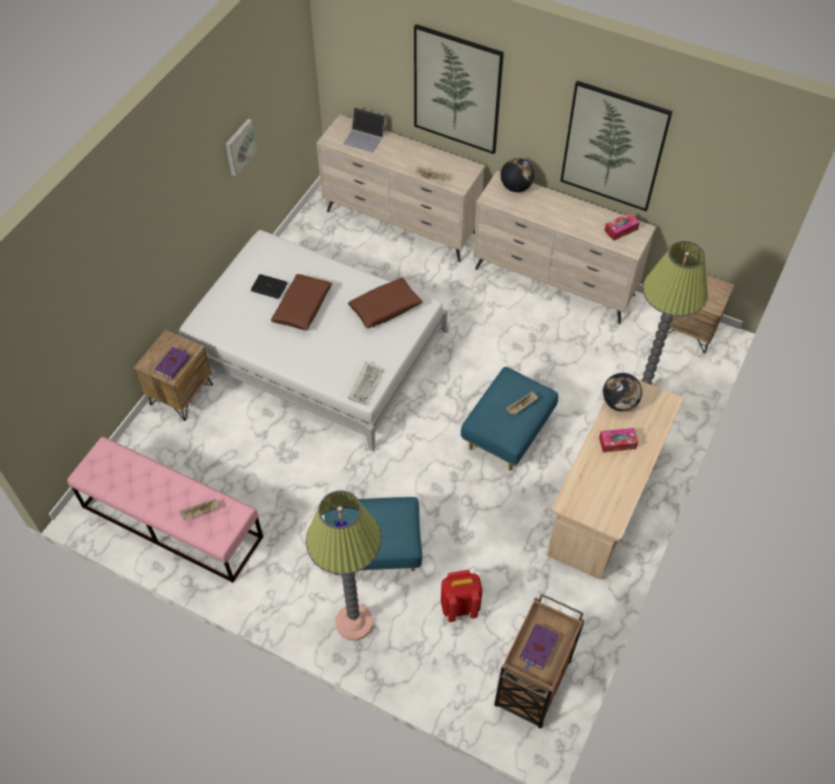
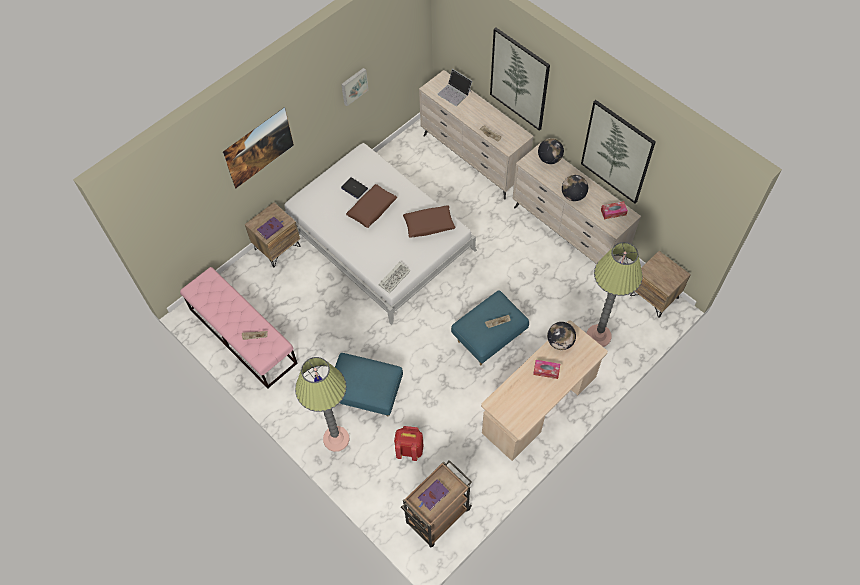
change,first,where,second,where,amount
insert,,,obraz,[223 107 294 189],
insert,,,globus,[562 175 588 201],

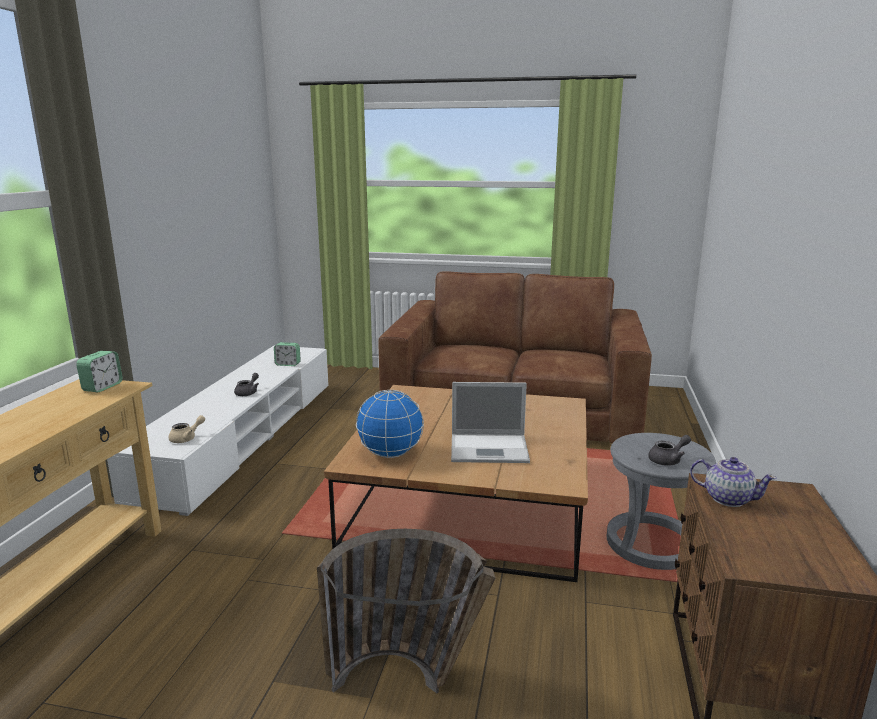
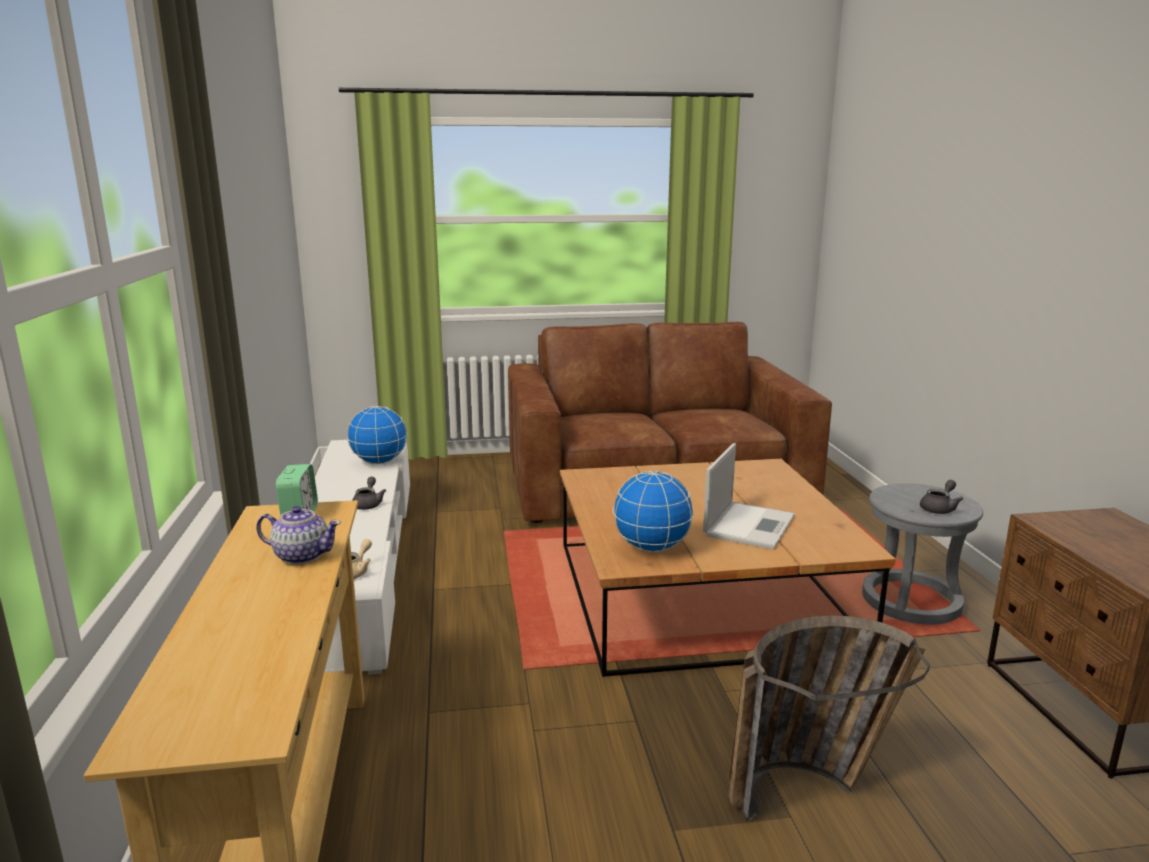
change,first,where,second,where,amount
replace,budzik,[274 342 301 366],globus,[347 406 407 464],
rotate,laptop,[451 382 530 463],,[703 443 795 550],45 degrees counterclockwise
move,imbryk,[690 457 777 507],,[256 506 341 565],

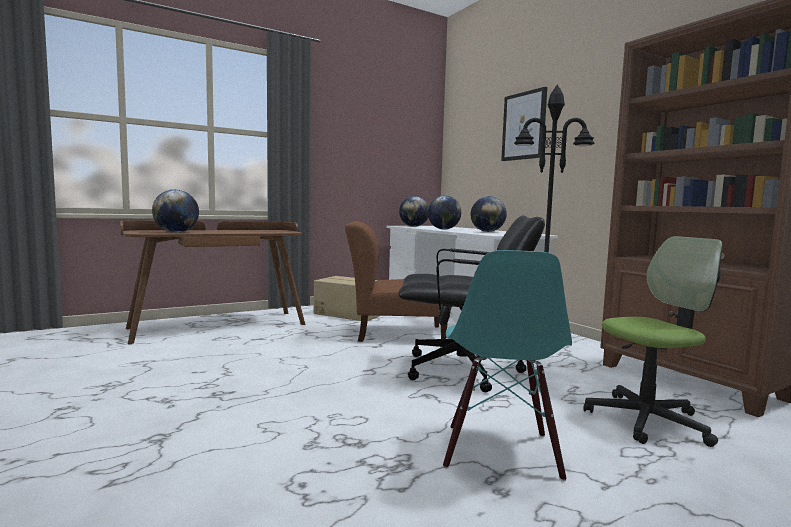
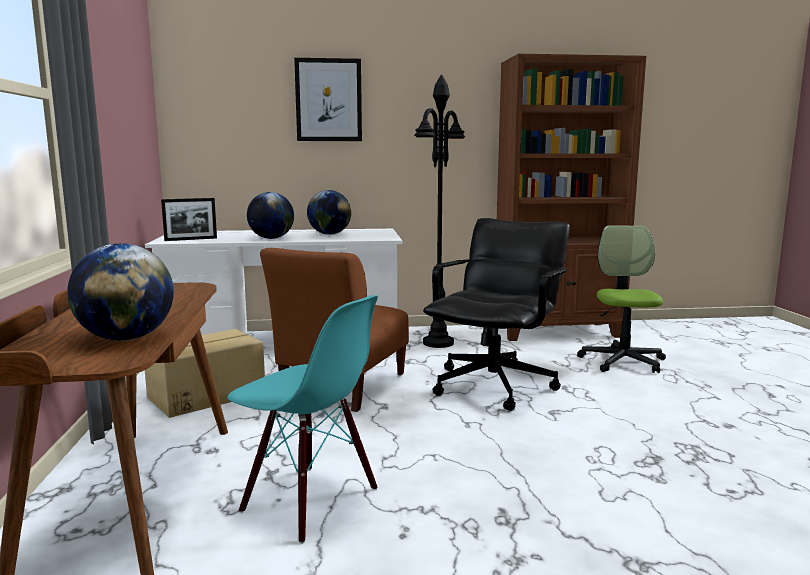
change,first,where,second,where,amount
replace,globus,[399 196 429 227],ramka na zdjęcie,[161 198 217 241],
move,krzesło [turkusowy],[443 250 572 481],,[227 295 378 544],

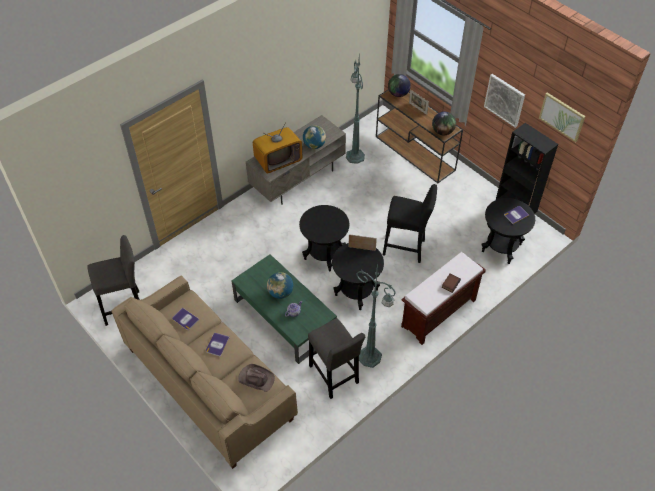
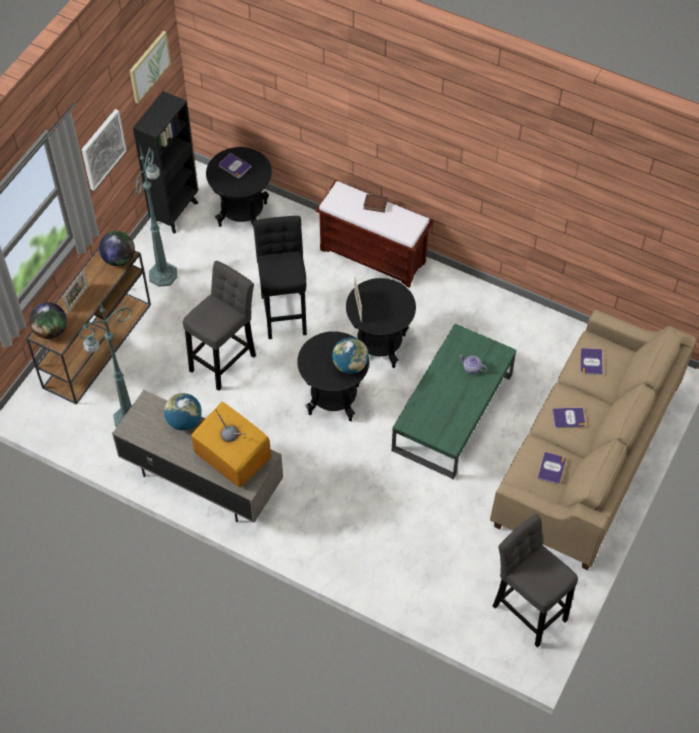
change,first,where,second,where,amount
move,lampa stojąca [zielony],[356 263 396 368],,[135 146 177 286],
move,globus,[267 272 293 299],,[332 337 369 374],
move,stołek [szary],[308 318 365 399],,[183 261 256 391],
replace,kapelusz [brązowy],[238 364 275 392],książka,[580 348 603 375],

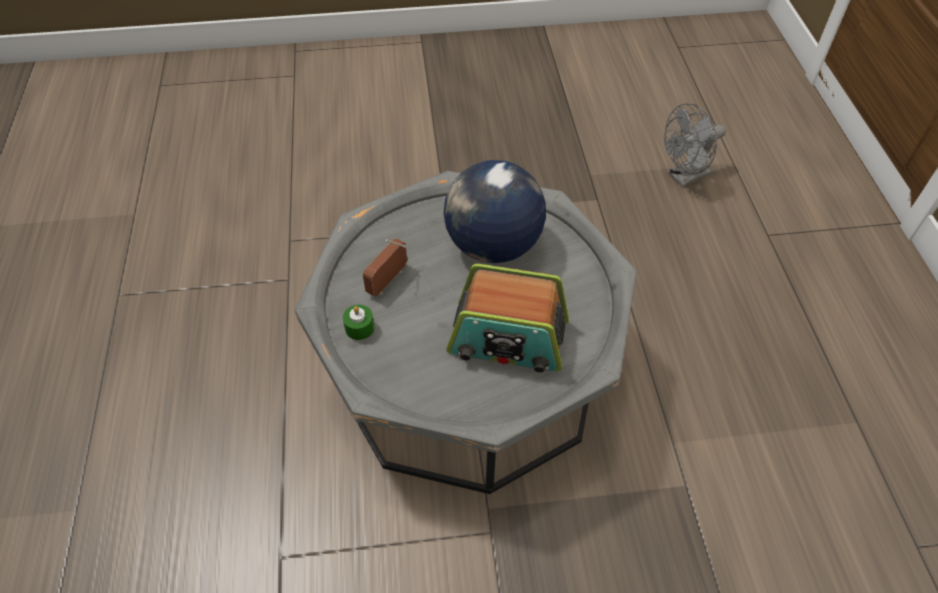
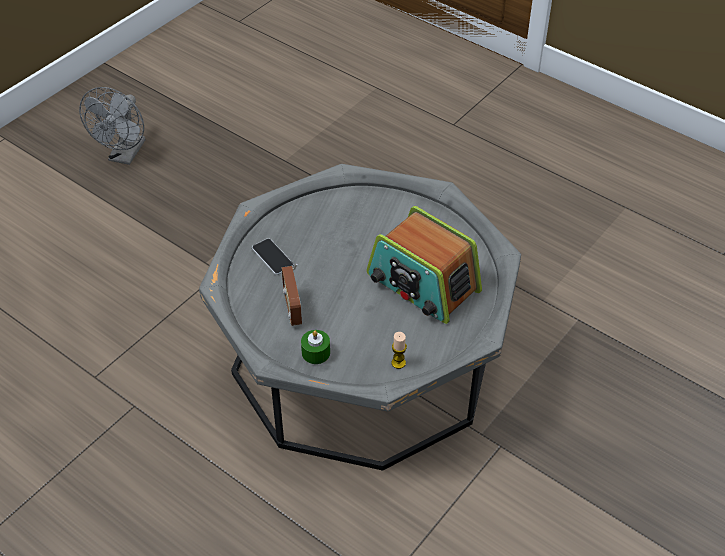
change,first,where,second,where,amount
move,wentylator [szary],[664 103 726 187],,[79 87 145 165],
delete,globus,[444 160 546 263],,,
rotate,radio,[446 264 569 373],,[366 206 482 324],75 degrees clockwise
insert,,,telefon,[252 238 294 275],
insert,,,świeca,[391 332 407 369],

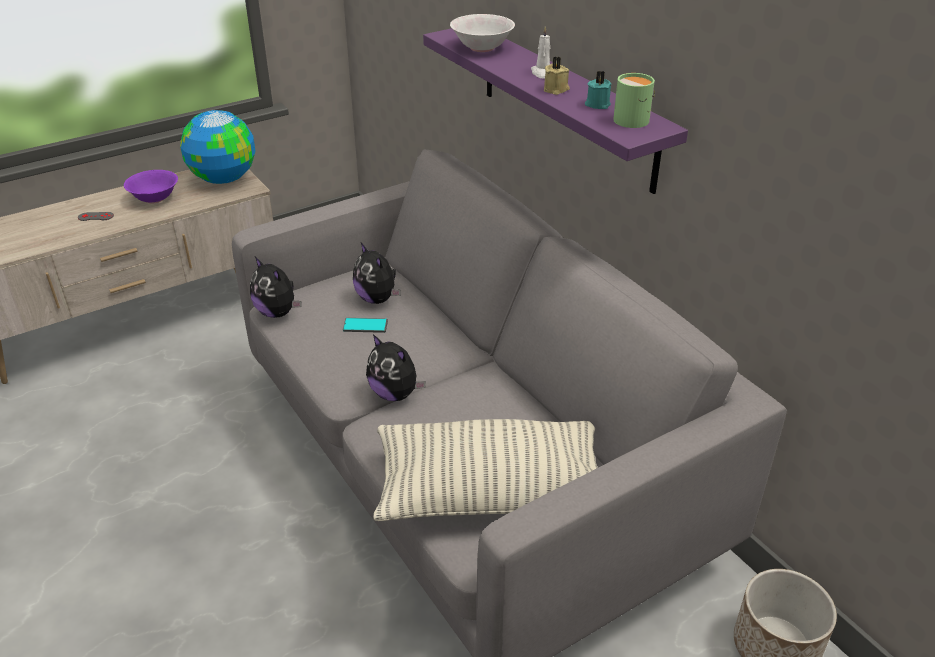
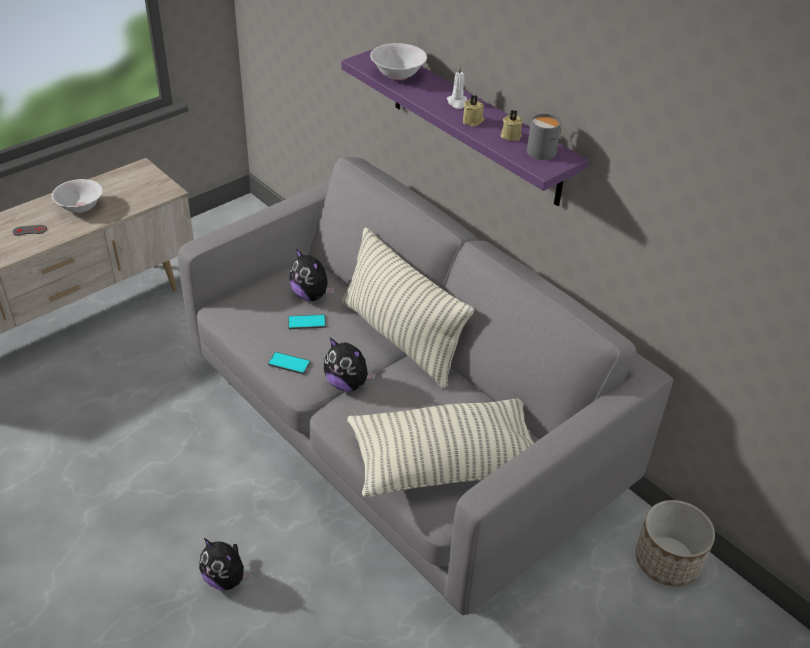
change,first,where,second,where,amount
recolor,świeca [turkusowy],[585 71 611 109],świeca [beżowy],[500 109 522 141],
recolor,kubek [zielony],[613 73 655 128],kubek [szary],[527 113 561 160],
delete,globus,[180 110 256 184],,,
recolor,miska [fioletowy],[124 170 178 203],miska [biały],[52 179 103 213],
move,pluszak,[250 257 302 318],,[199 538 252 590],
insert,,,poduszka,[342 227 474 388],
insert,,,telefon,[268 352 311 374],

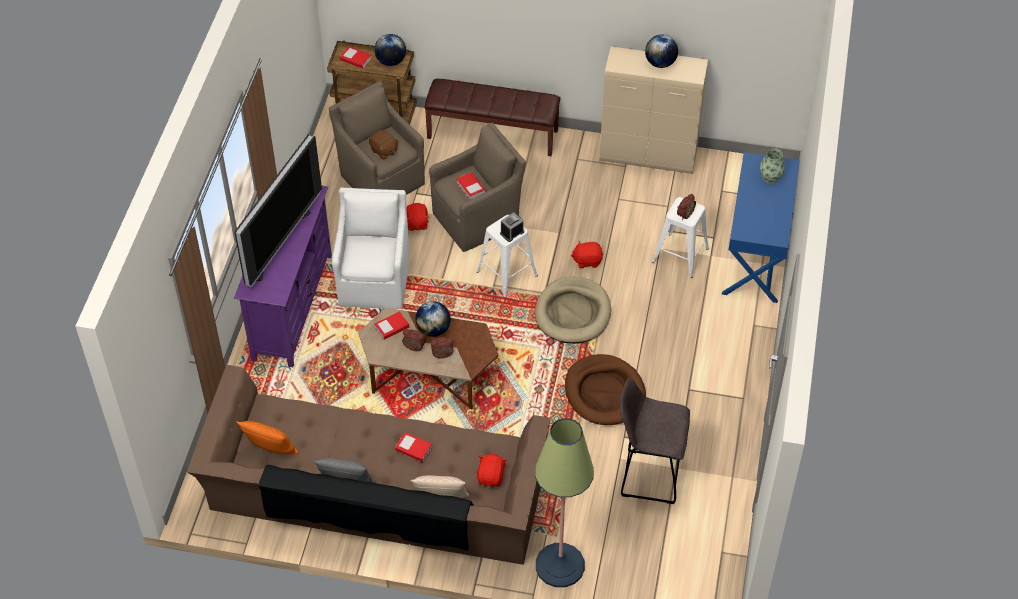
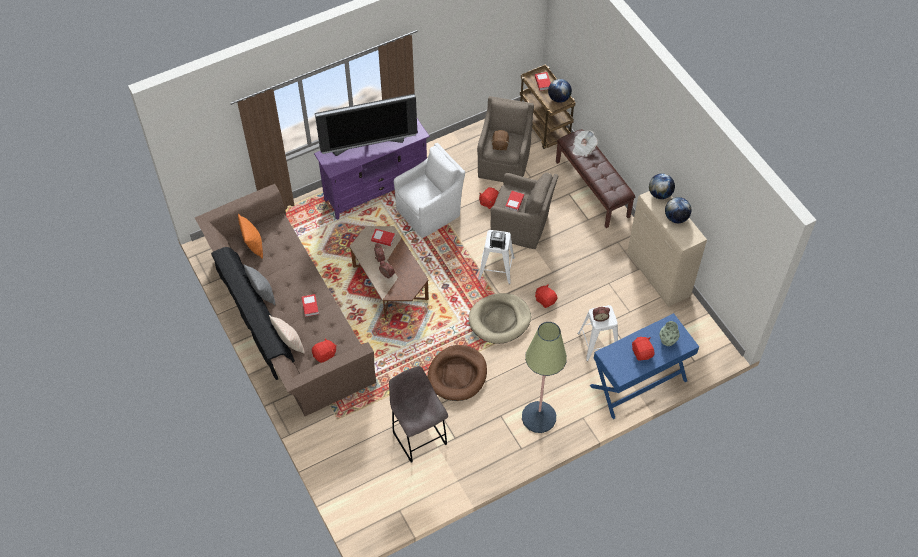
change,first,where,second,where,amount
move,globus,[415 301 451 337],,[649 173 675 199],
move,lampa stojąca,[535 418 594 587],,[522 322 567 433],
insert,,,gazeta,[573 130 598 157],
insert,,,pluszak [czerwony],[632 337 654 361],

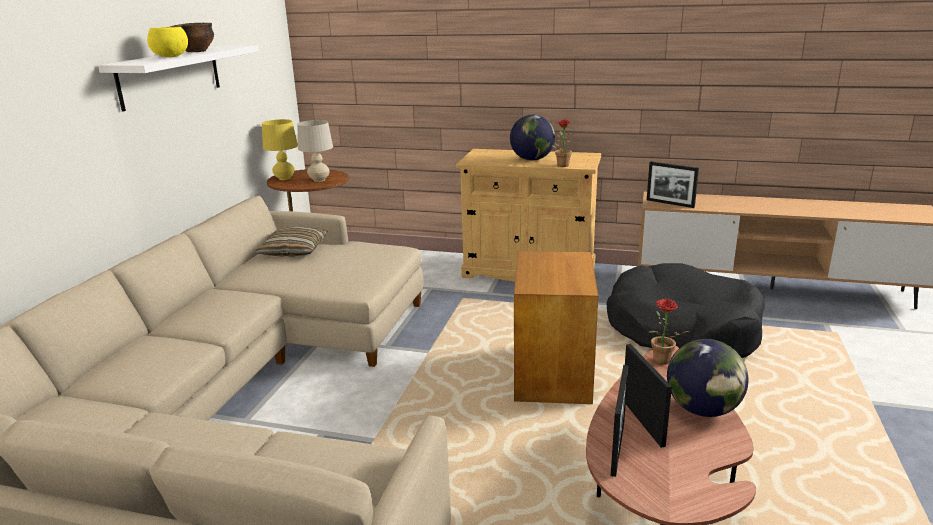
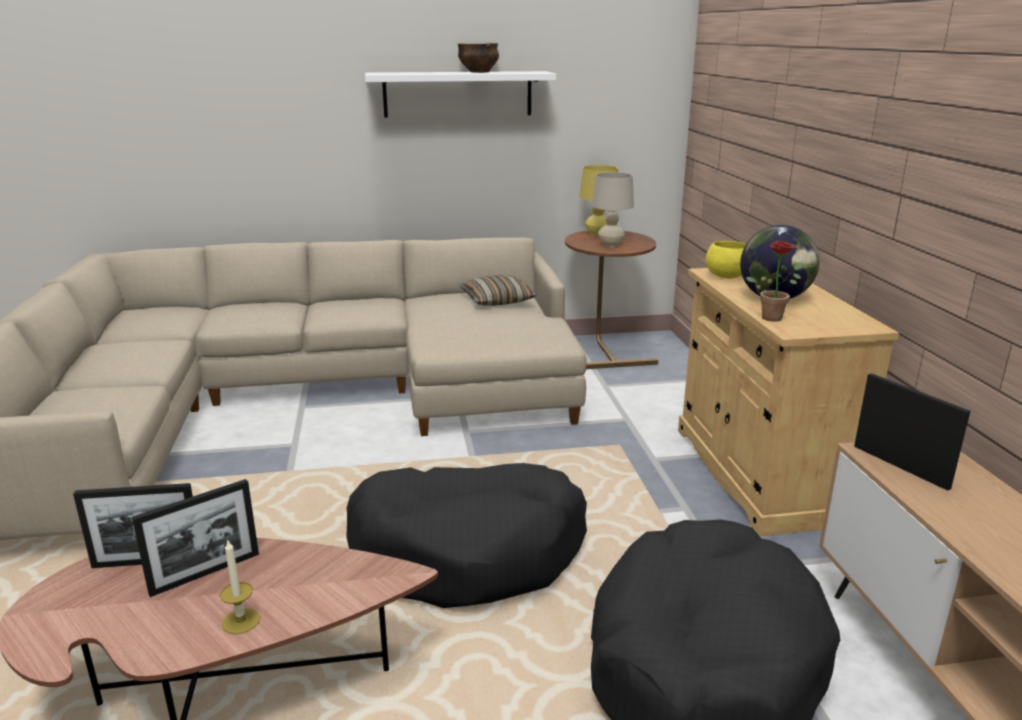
change,first,where,second,where,amount
move,miska [żółty],[147 27 188 57],,[706 241 746 279],
rotate,ramka na zdjęcie,[647 162 699 208],,[854 373 970 491],135 degrees clockwise
replace,stolik [brązowy],[514 251 598 404],legowisko [czarny],[346 463 587 608],
delete,roślina doniczkowa,[649 299 689 365],,,
replace,globus,[667 339 749 417],świeca,[220 539 260 634],

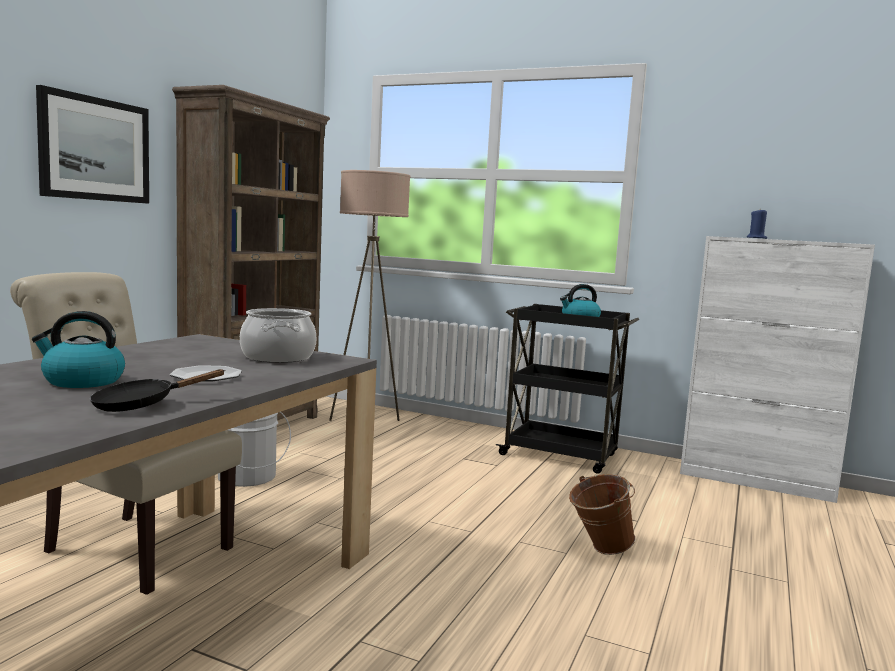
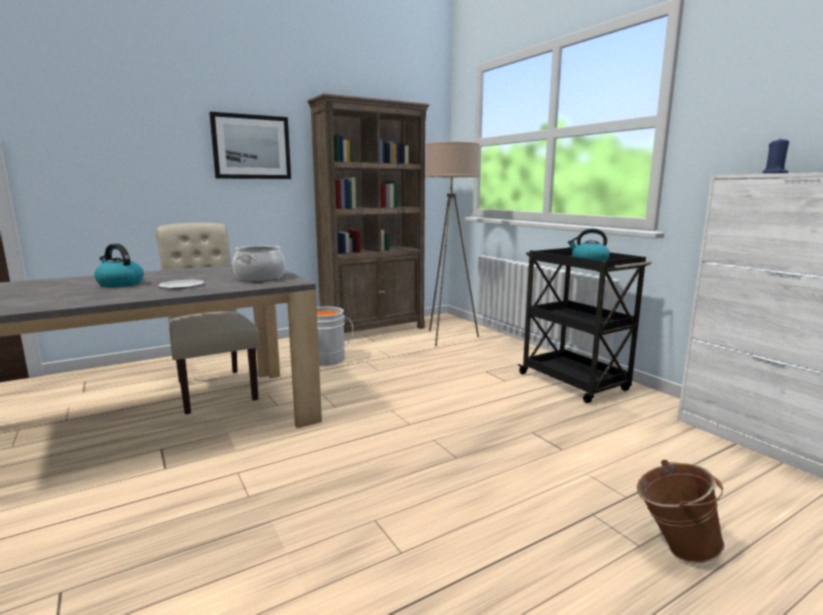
change,first,where,second,where,amount
delete,patelnia [czarny],[90 369 226 412],,,
move,wiadro [brązowy],[569 474 635 555],,[637 460 725 563],

